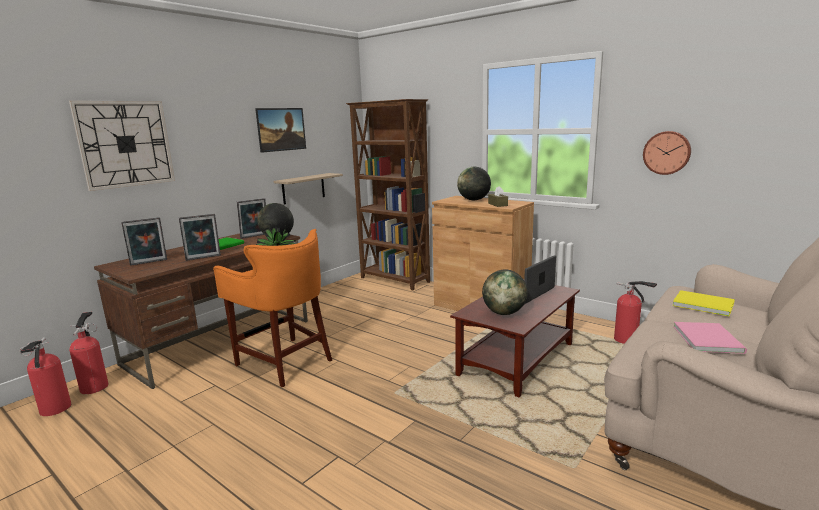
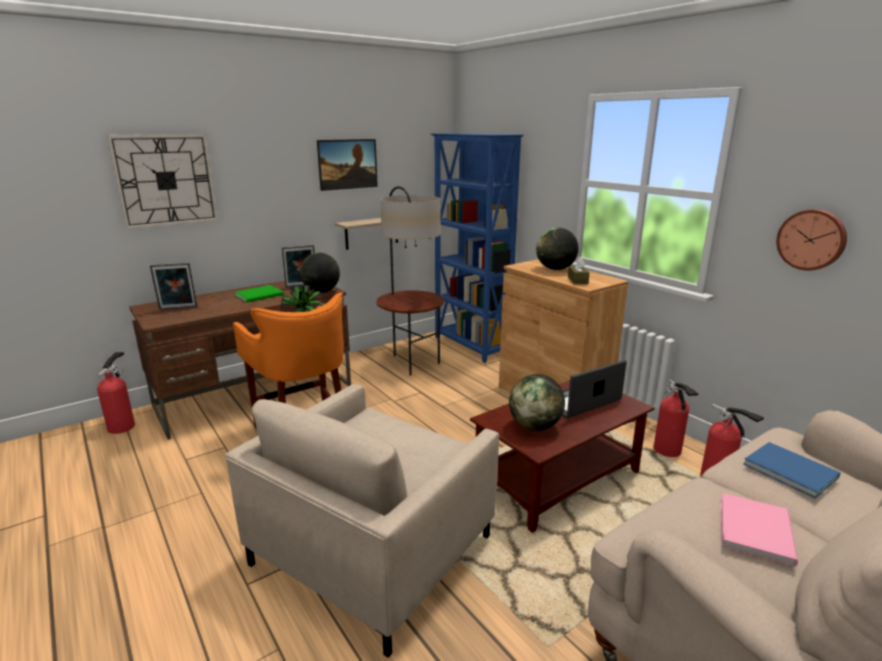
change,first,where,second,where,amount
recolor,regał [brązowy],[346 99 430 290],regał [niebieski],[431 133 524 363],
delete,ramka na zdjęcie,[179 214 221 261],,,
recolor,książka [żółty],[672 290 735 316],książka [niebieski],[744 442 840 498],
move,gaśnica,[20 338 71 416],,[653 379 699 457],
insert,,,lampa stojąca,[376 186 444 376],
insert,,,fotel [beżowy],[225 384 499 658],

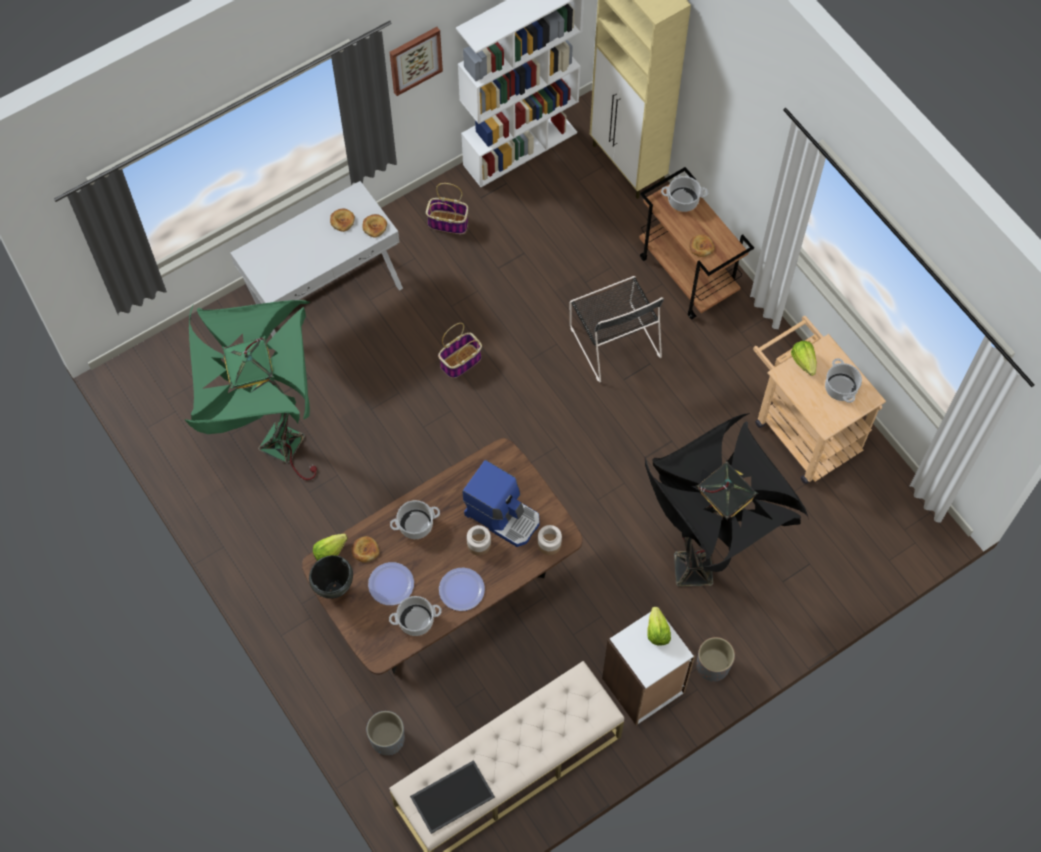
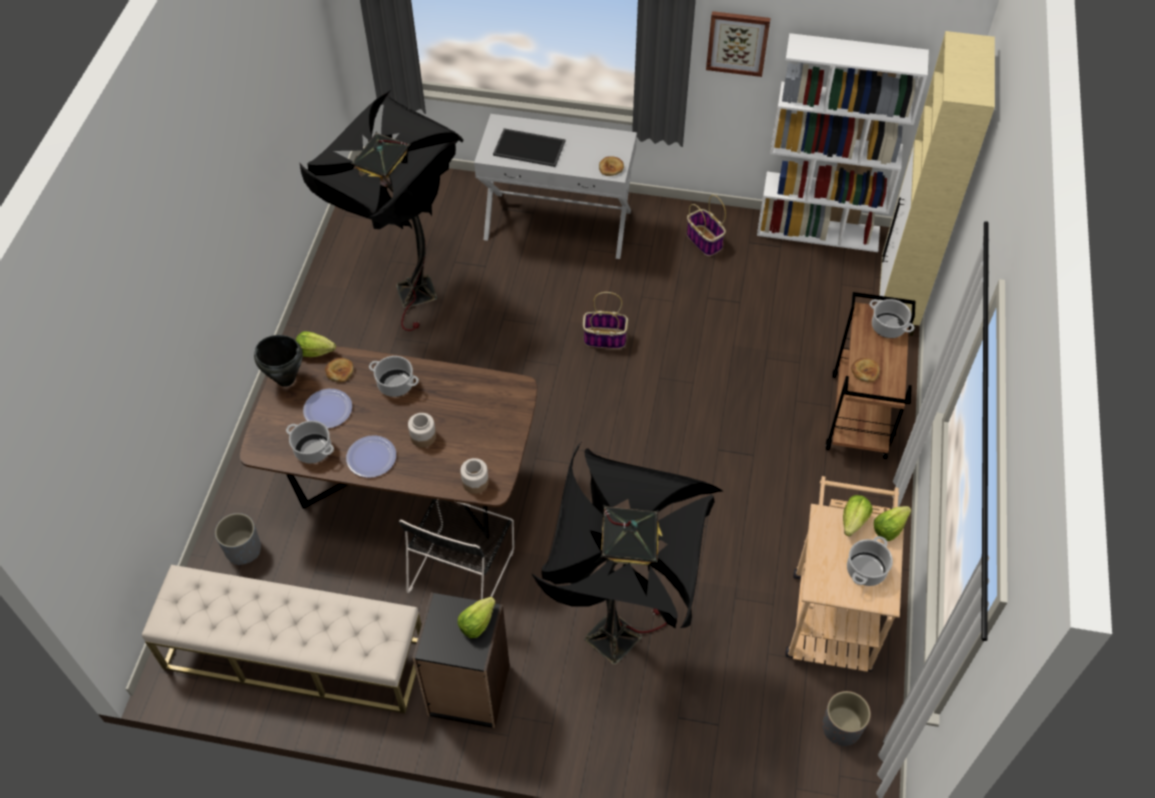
change,first,where,second,where,amount
delete,chleb,[330 209 355 232],,,
move,krzesło [czarny],[570 276 664 383],,[399 499 514 600],
recolor,lampa stojąca [zielony],[184 300 317 480],lampa stojąca [czarny],[300 90 464 331],
delete,ekspres do kawy,[462 460 540 547],,,
recolor,regał [biały],[602 606 696 725],regał [czarny],[412 592 510 728],
move,donica [szary],[696 637 735 682],,[822 691 871 746],
move,taca,[410 760 495 834],,[493 128 565 167],
insert,,,sałata,[874 506 911 541],

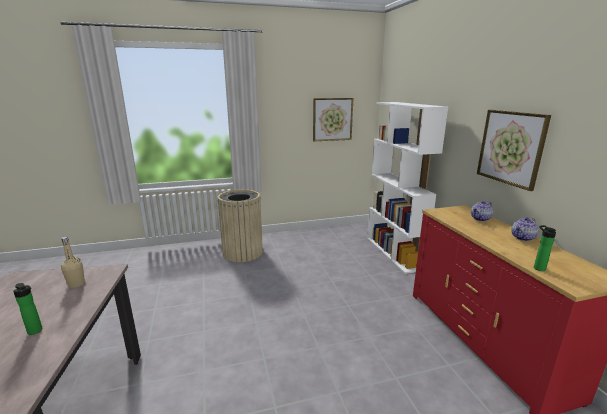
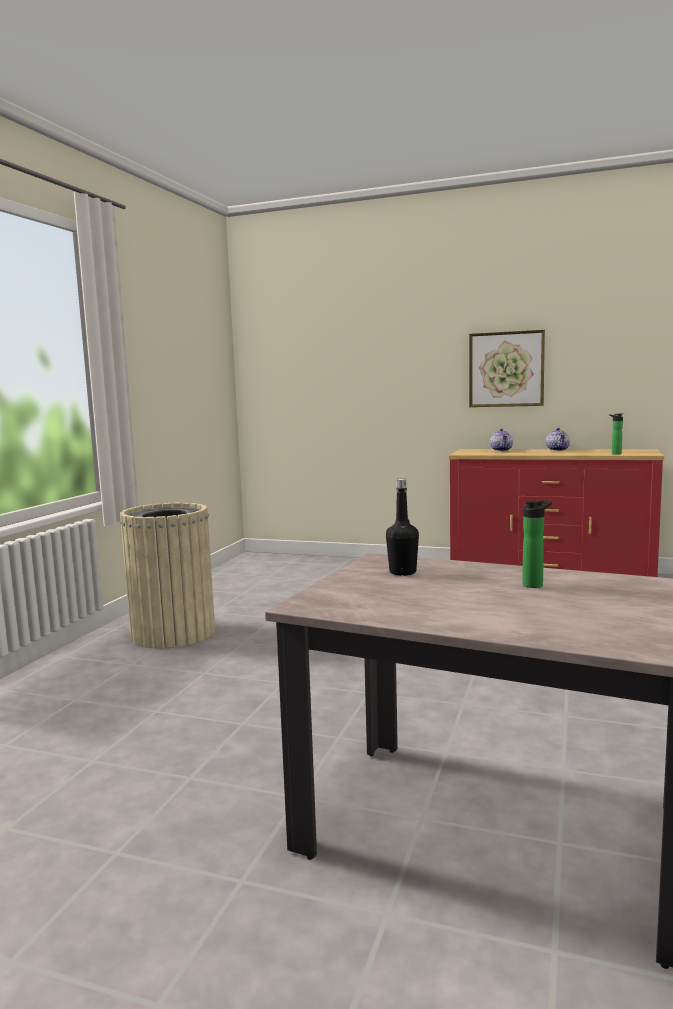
change,first,where,second,where,amount
delete,obraz,[313 98 353 141],,,
delete,regał [biały],[367 102 448 274],,,
recolor,butelka [beżowy],[61 236 85 288],butelka [czarny],[386 479 419 576],

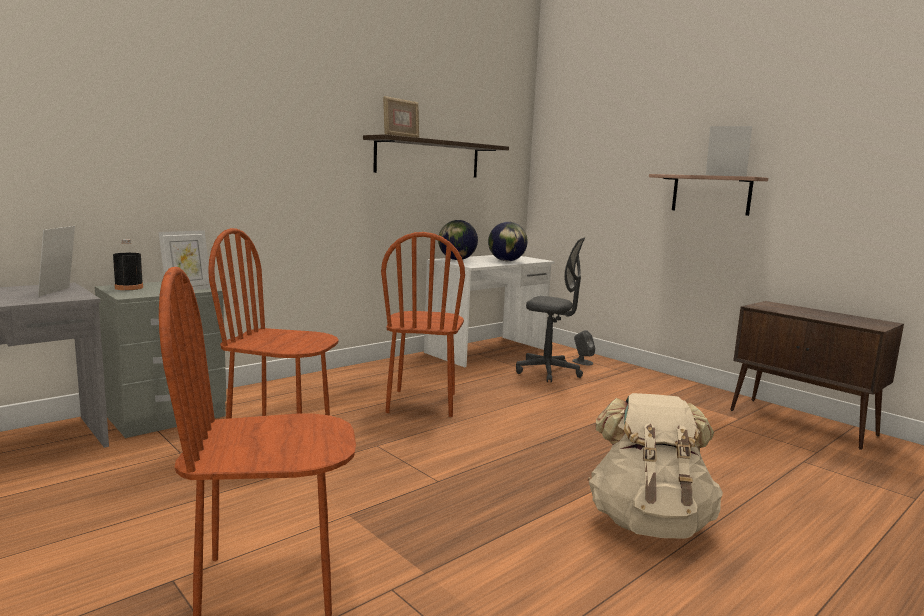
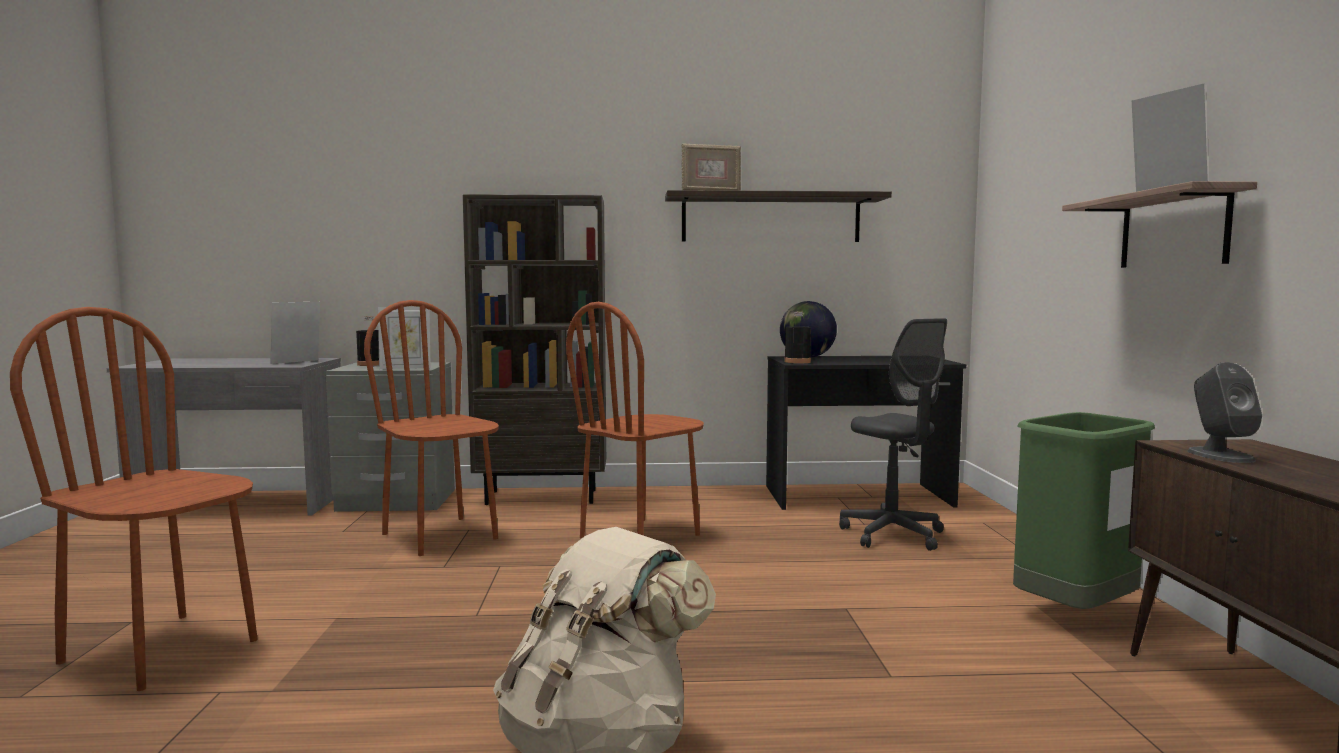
change,first,where,second,where,amount
delete,globus,[488 222 528 261],,,
recolor,biurko [biały],[424 255 555 367],biurko [czarny],[766 356 966 510],
move,głośnik [szary],[572 330 595 365],,[1187 362 1262 463],
insert,,,regał [brązowy],[463 194 606 505],
insert,,,butelka [czarny],[784 312 811 363],
insert,,,kosz na śmieci [zielony],[1013 412 1155 609],

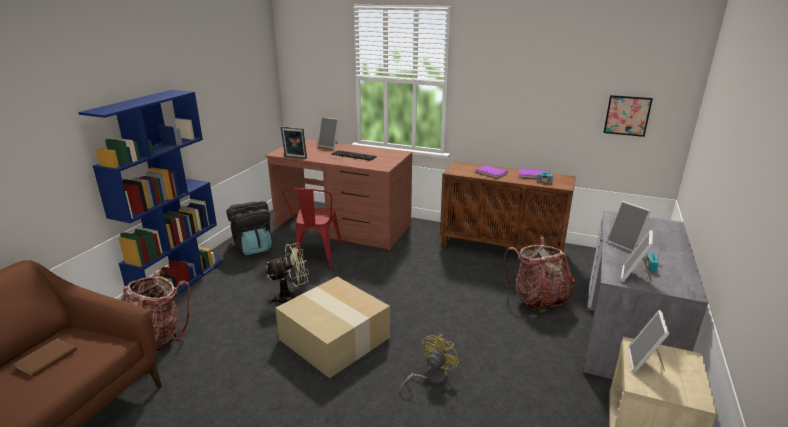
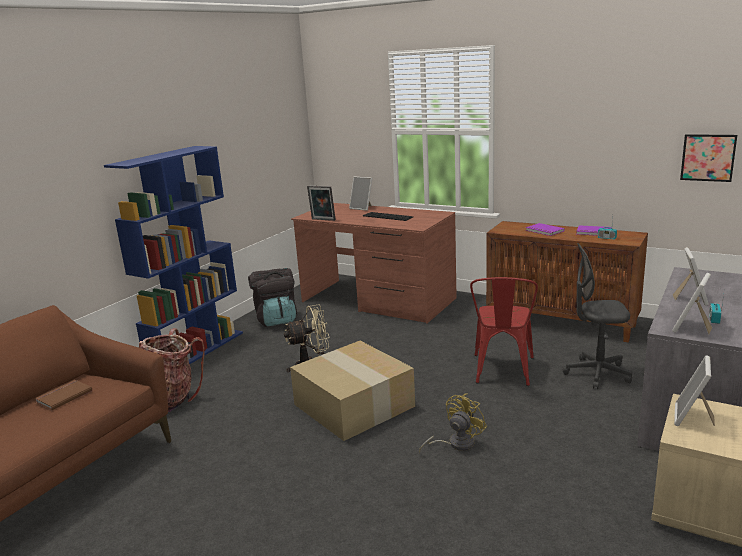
change,first,where,second,where,amount
move,krzesło [czerwony],[282 188 343 268],,[470 277 538 386],
rotate,ramka na zdjęcie,[606 201 651 252],,[673 247 709 305],135 degrees counterclockwise
replace,plecak,[504 237 575 313],krzesło biurowe [szary],[563 243 632 389],

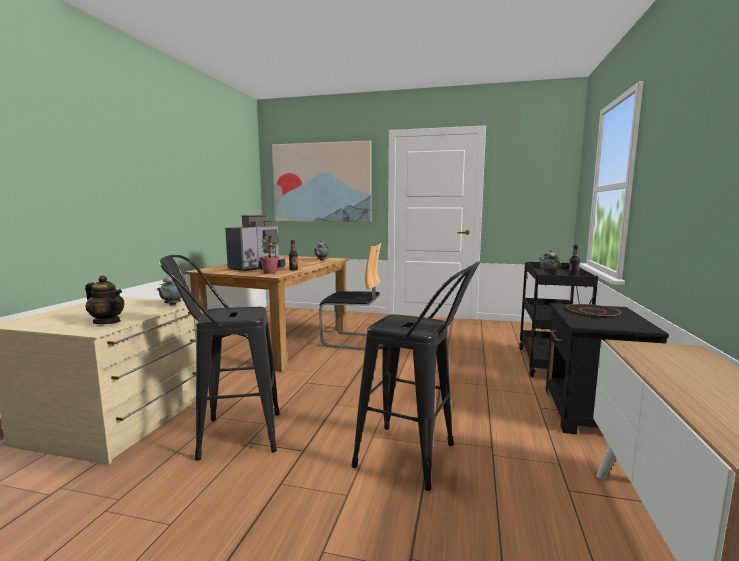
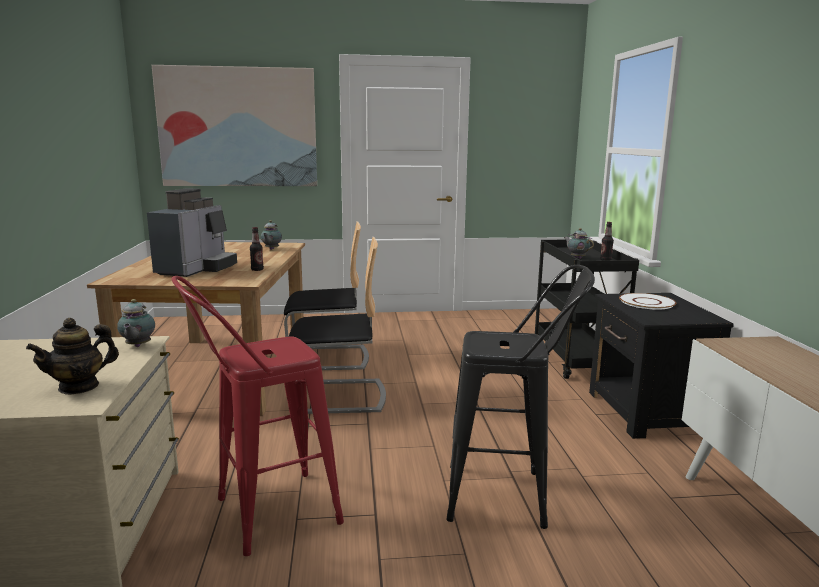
change,first,where,second,where,amount
delete,roślina doniczkowa,[259 236 280 274],,,
recolor,stołek [czarny],[159 255 280 460],stołek [czerwony],[172 276 344 556],
rotate,imbryk,[85 275 125 324],,[26 318 119 395],135 degrees clockwise
recolor,talerz [czarny],[566 304 621 318],talerz [biały],[619 293 676 310],
insert,,,krzesło,[288 237 386 414],

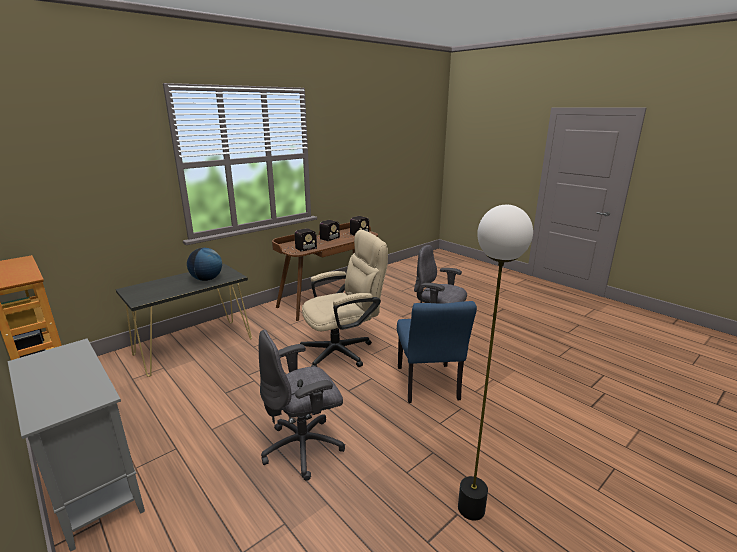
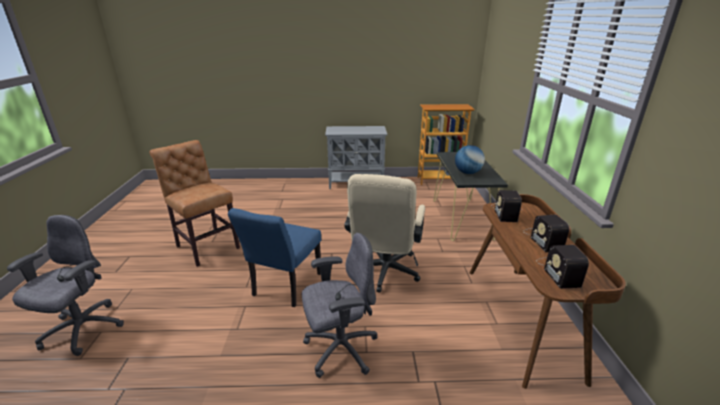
change,first,where,second,where,amount
replace,lampa stojąca,[458 205 533 521],krzesło [brązowy],[150 140 240 267],
rotate,krzesło [niebieski],[397 301 477 403],,[228 208 321 307],105 degrees counterclockwise
move,krzesło biurowe [szary],[259 329 345 481],,[7 215 124 356],

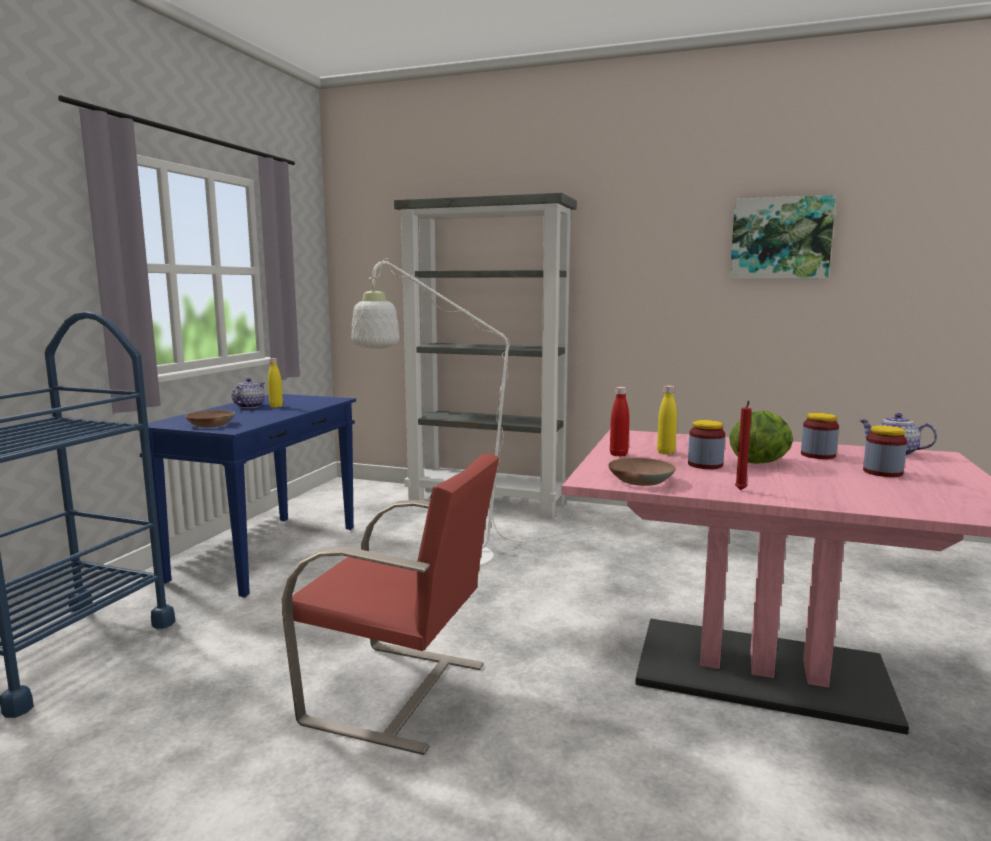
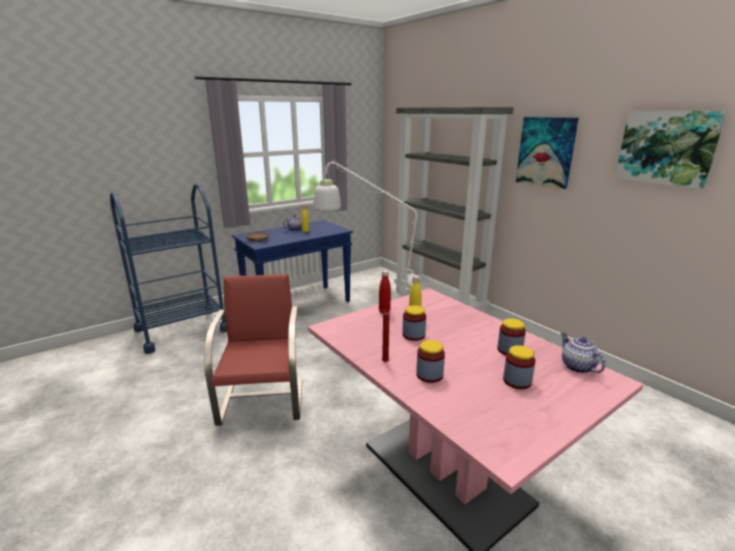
change,first,where,second,where,amount
delete,sałata,[729 411 793 464],,,
rotate,krzesło [czerwony],[282 453 499 755],,[204 274 302 426],150 degrees counterclockwise
delete,miska [brązowy],[608 458 676 486],,,
insert,,,obraz,[516 117 579 189],
insert,,,słoik,[416 340 445 383],

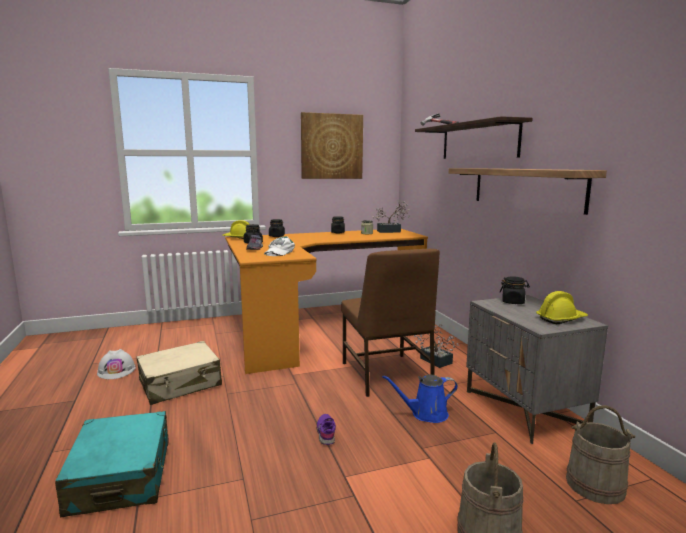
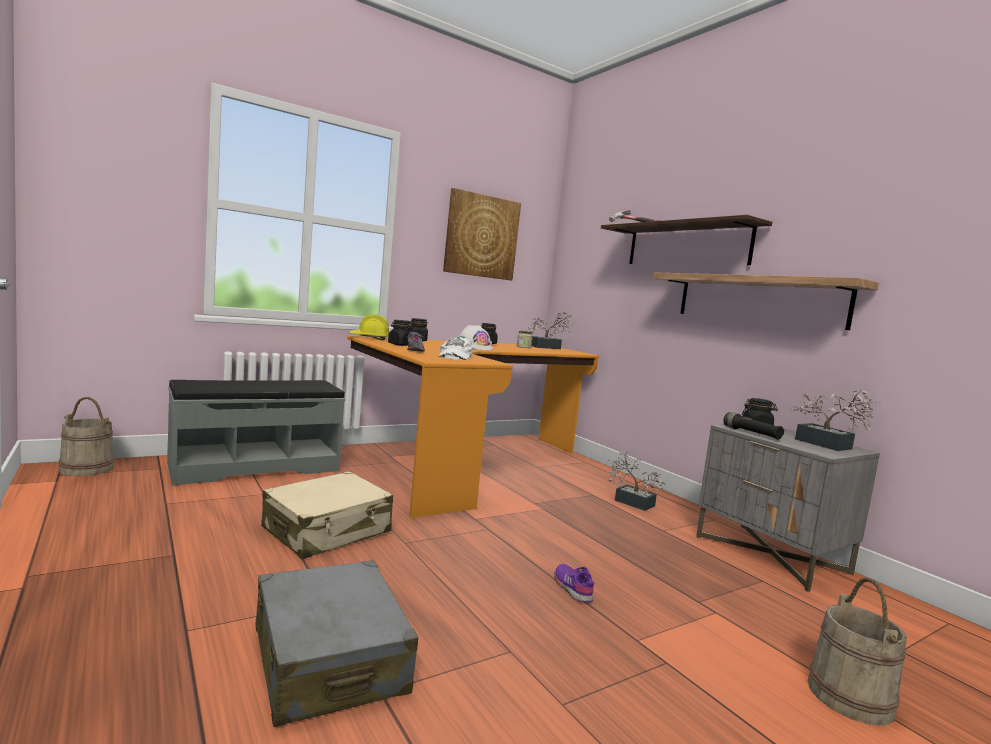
change,first,where,second,where,amount
delete,krzesło [brązowy],[341 249 440 397],,,
replace,kask [żółty],[536 291 588 324],roślina doniczkowa,[790 389 879 451],
move,kask [biały],[97 349 136 379],,[459 325 493 350],
delete,konewka [niebieski],[382 375 458 423],,,
move,wiadro [beżowy],[566 405 636 504],,[59 397 115 476],
recolor,walizka [turkusowy],[55 411 169 517],walizka [szary],[255 560 419 727],
insert,,,ławka [szary],[167 380 345 485],
insert,,,latarka [czarny],[723 412 784 440],

